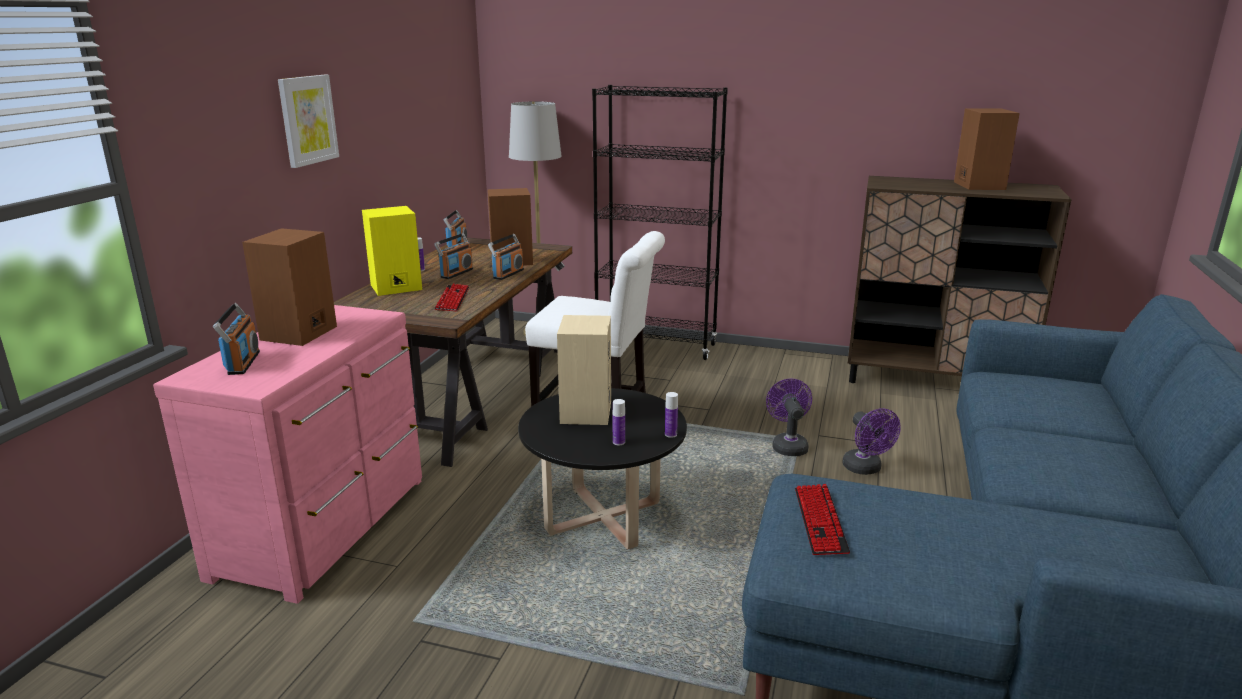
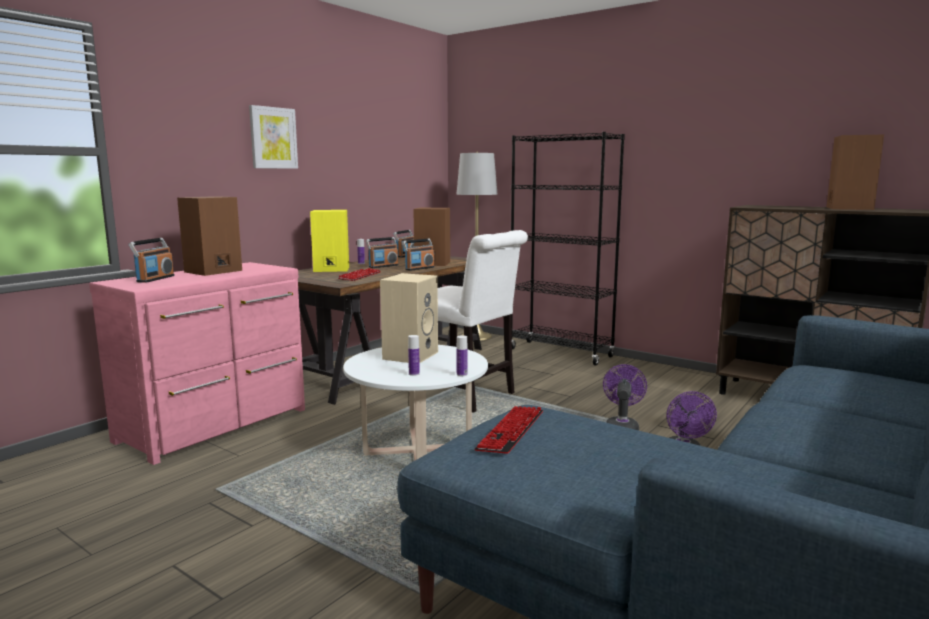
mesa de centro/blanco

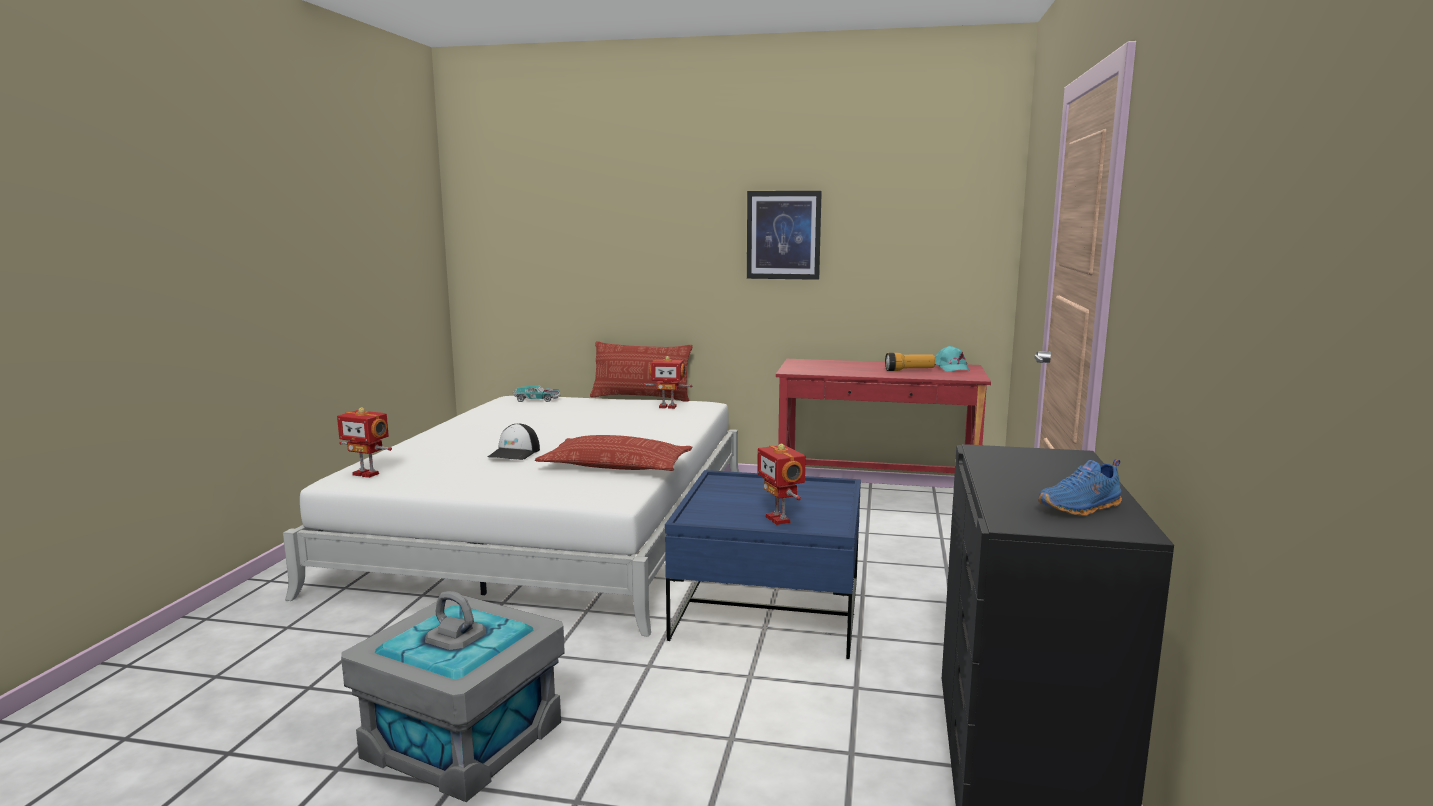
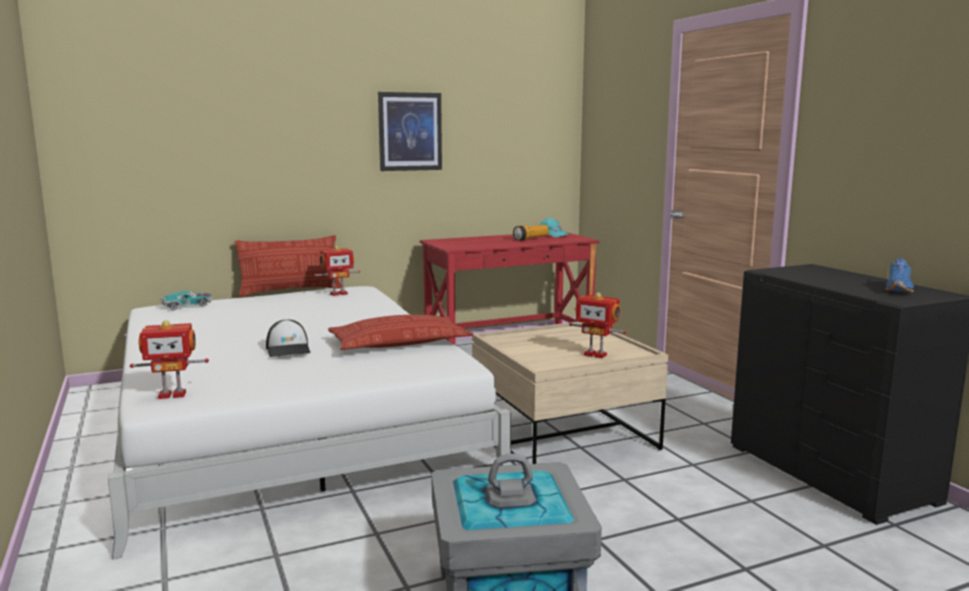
mesa de centro/beis

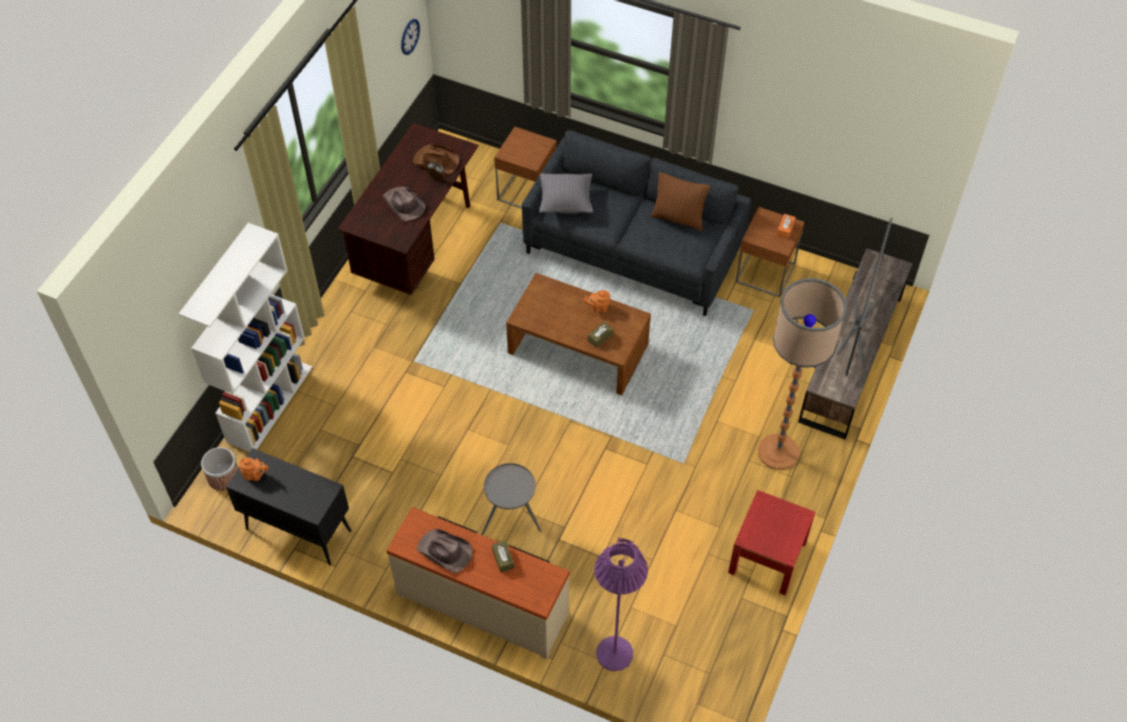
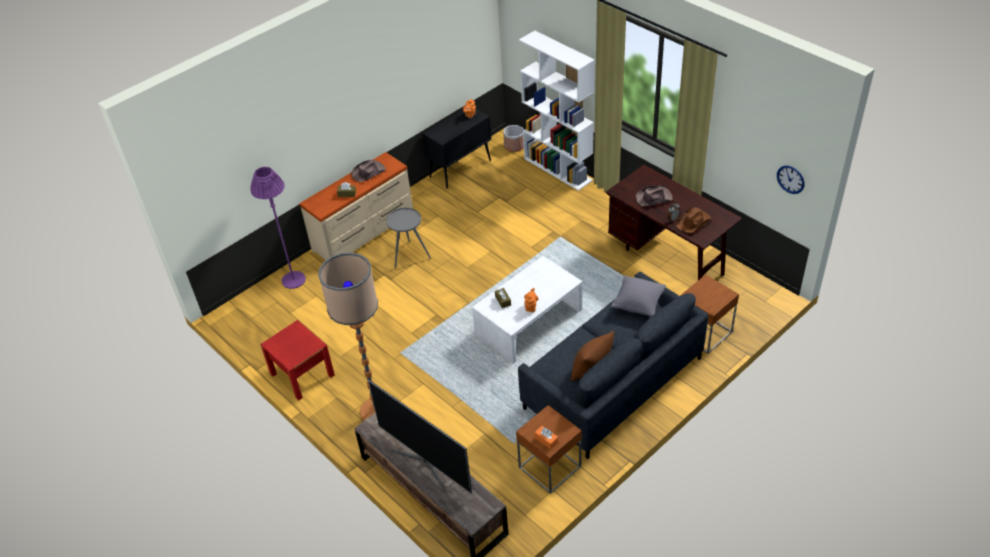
mesa de centro/blanco

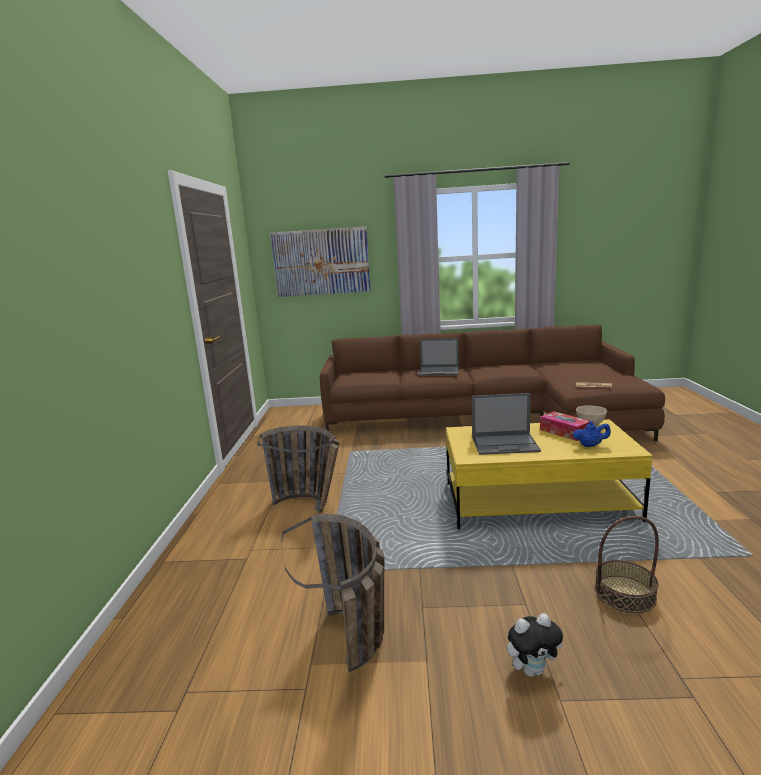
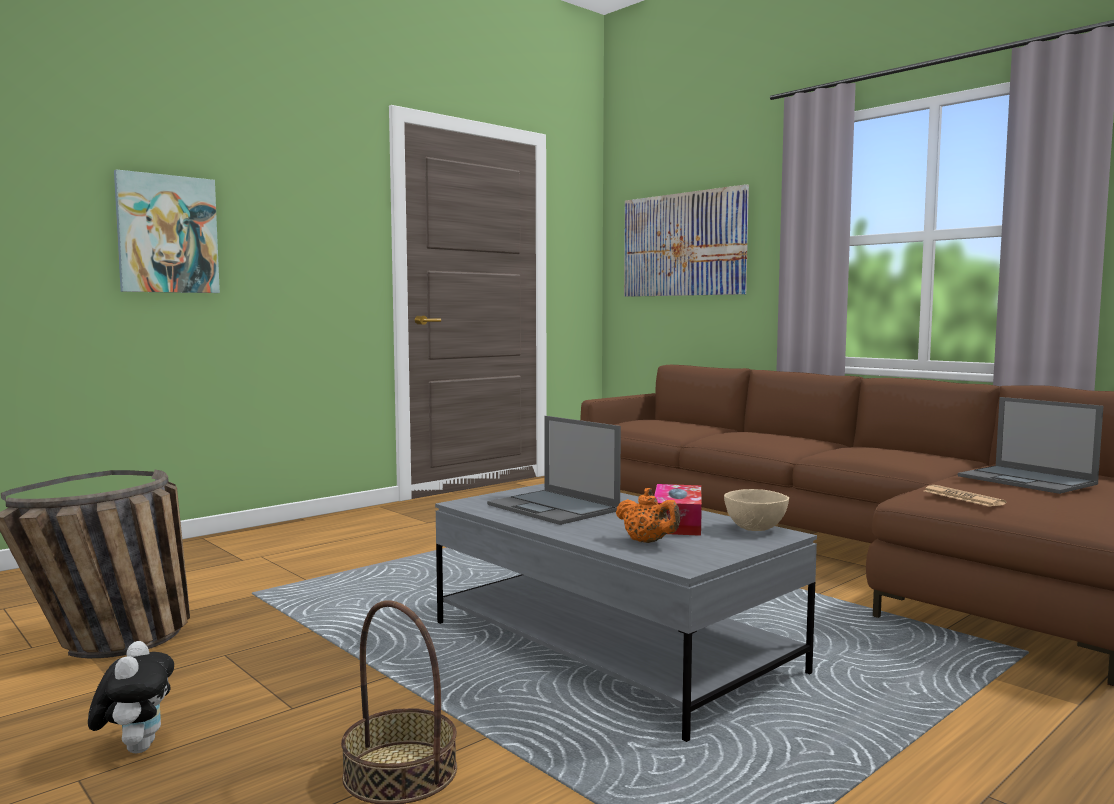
portátil (2nd from left)
mesa de centro/gris
tetera/naranja
cesta (1st from left in the first image)
peluche
cuadro (1st from left)

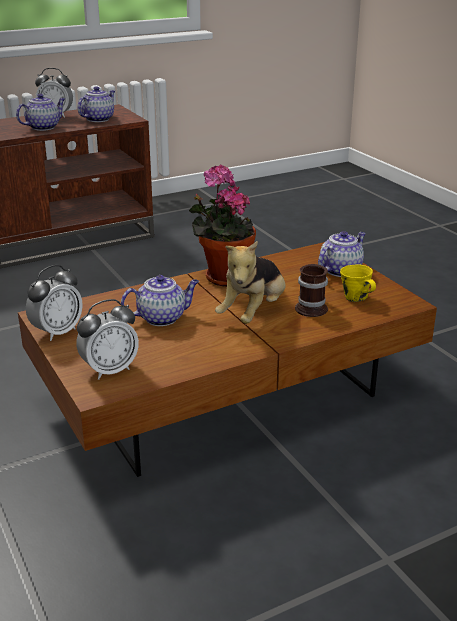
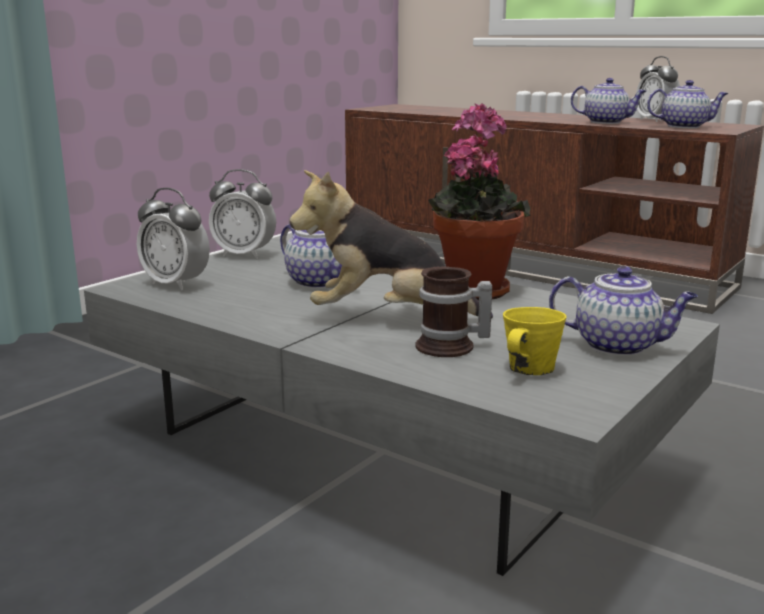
mesa de centro/gris

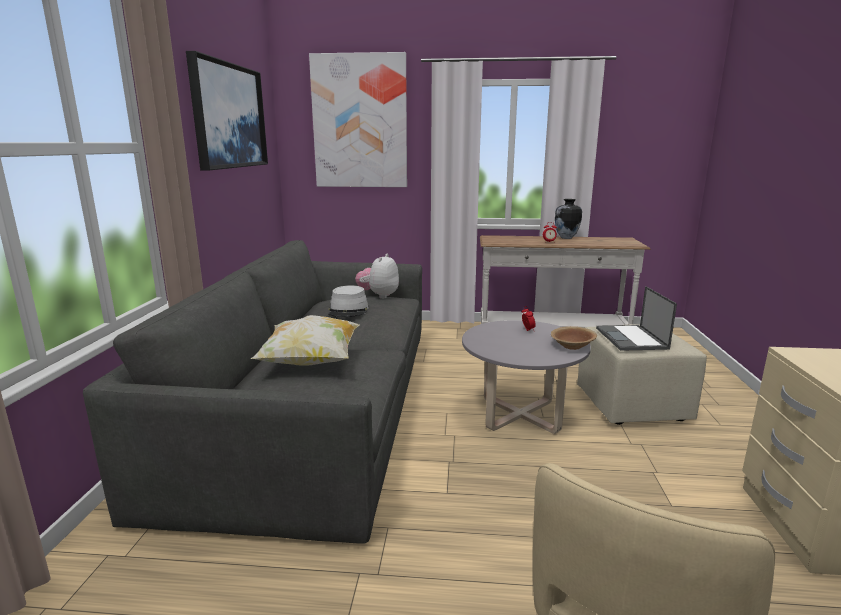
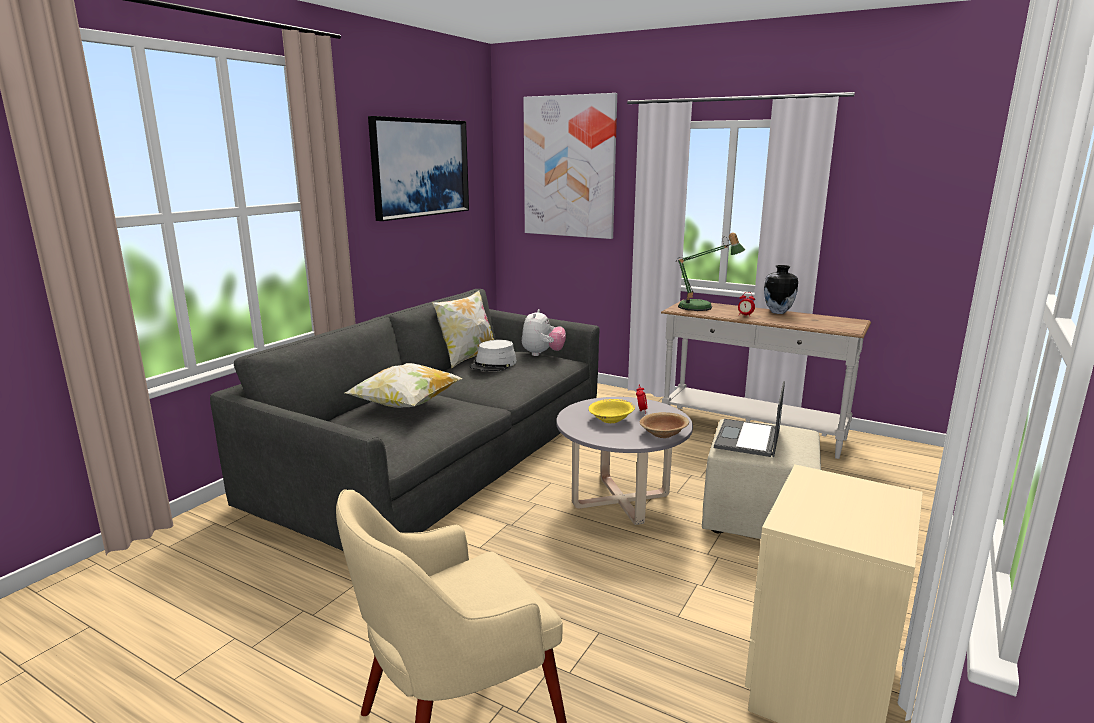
peluche
lámpara de mesa
cojín (2nd from left)
cuenco/amarillo

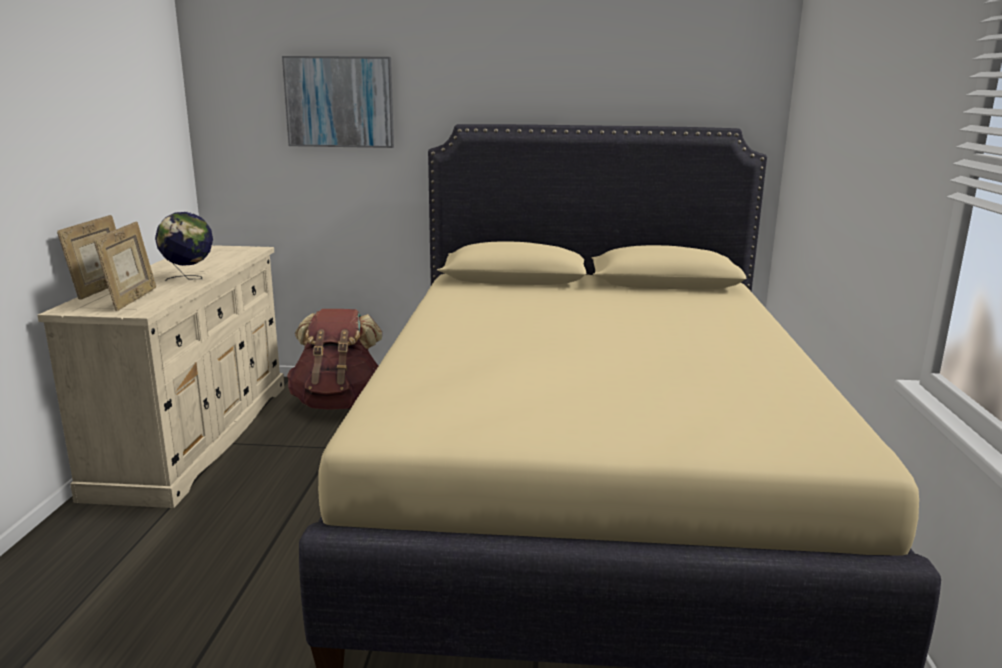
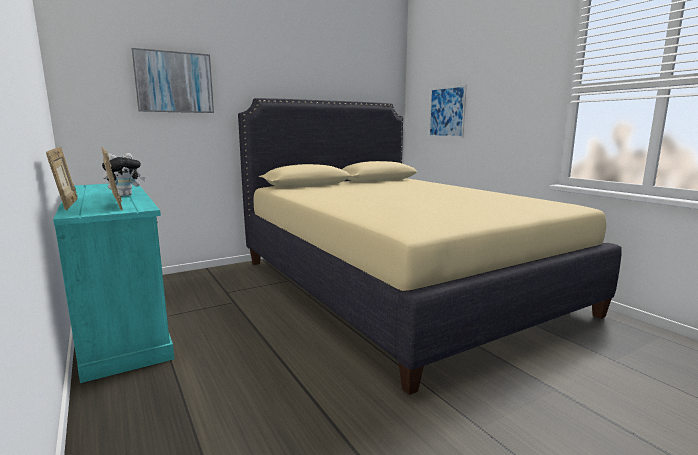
peluche
cómoda/turquesa
mochila/marrón
cuadro (2nd from left)

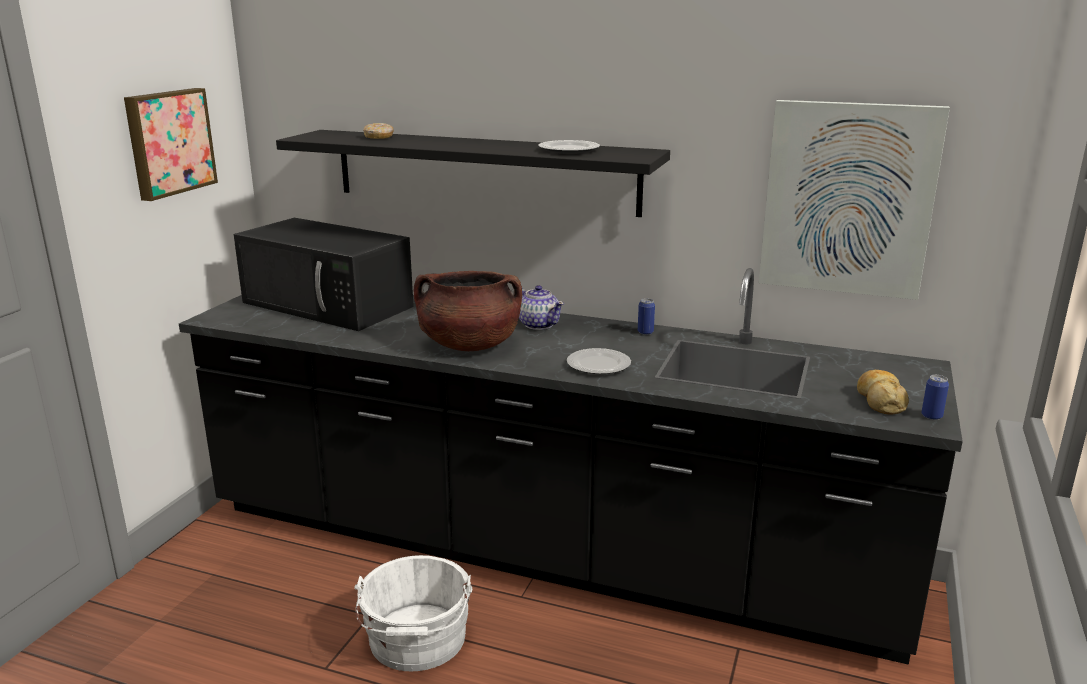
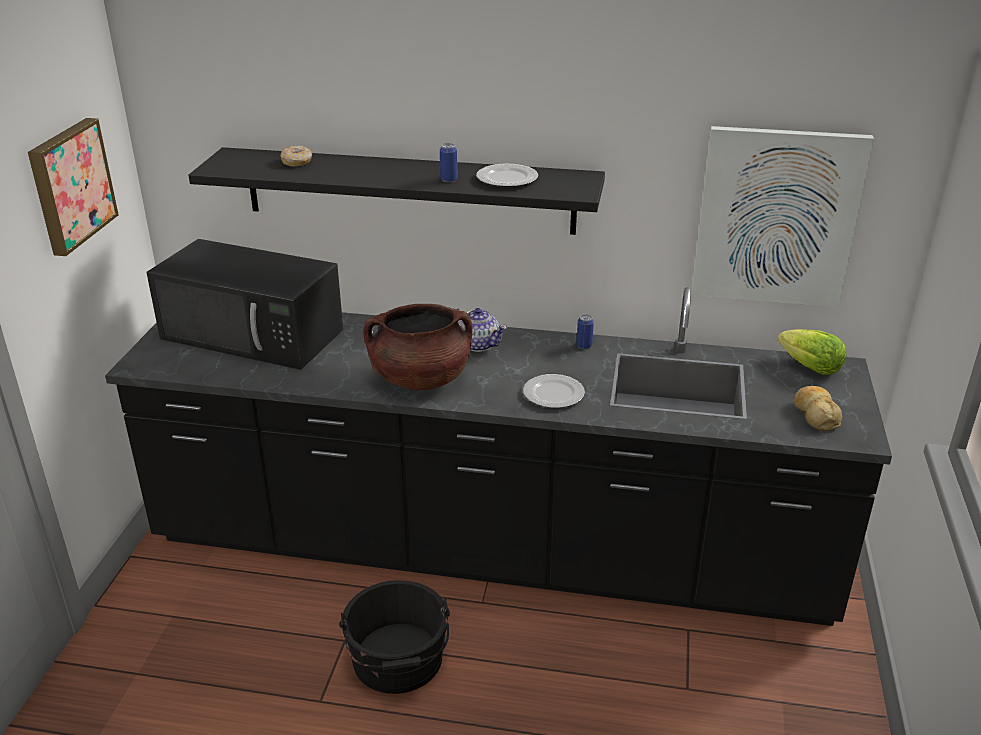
lata (1st from left)
cubo/negro
lechuga

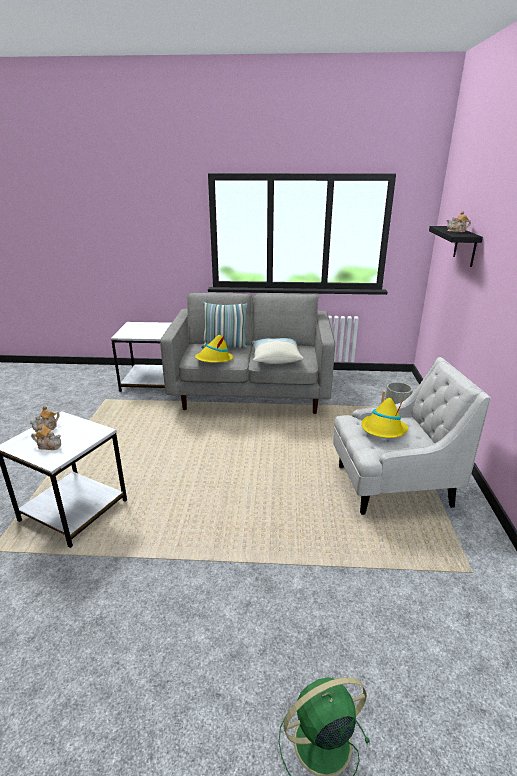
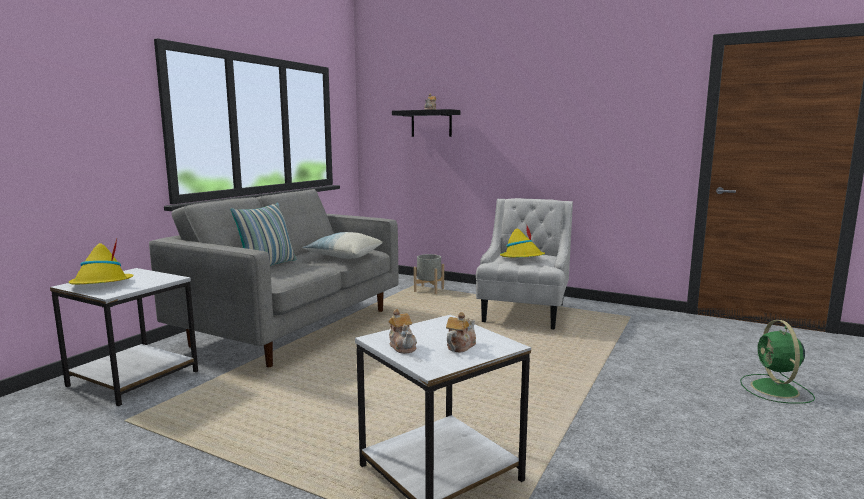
sombrero/amarillo (1st from left)

